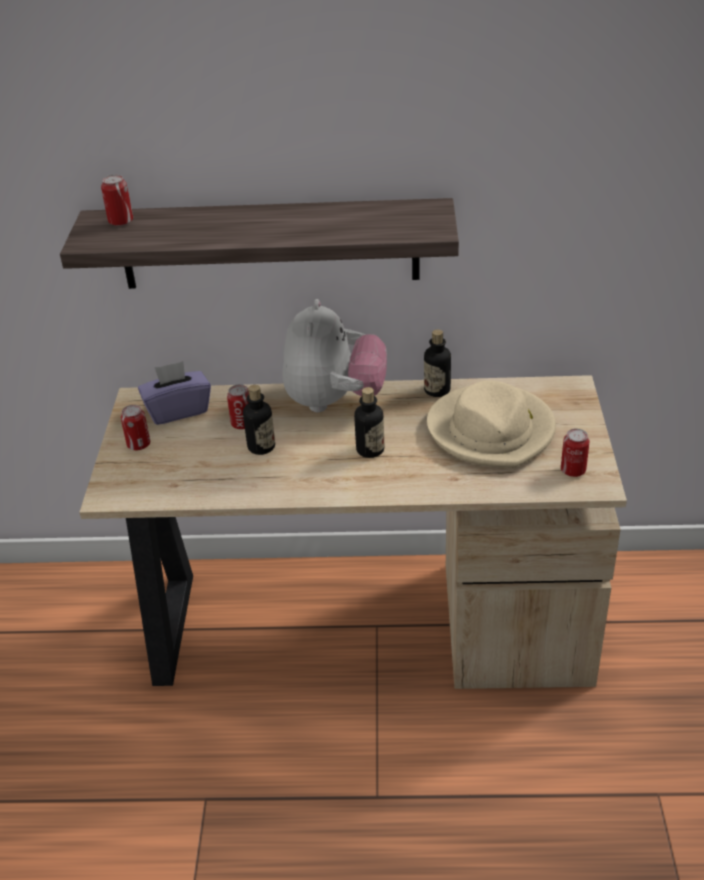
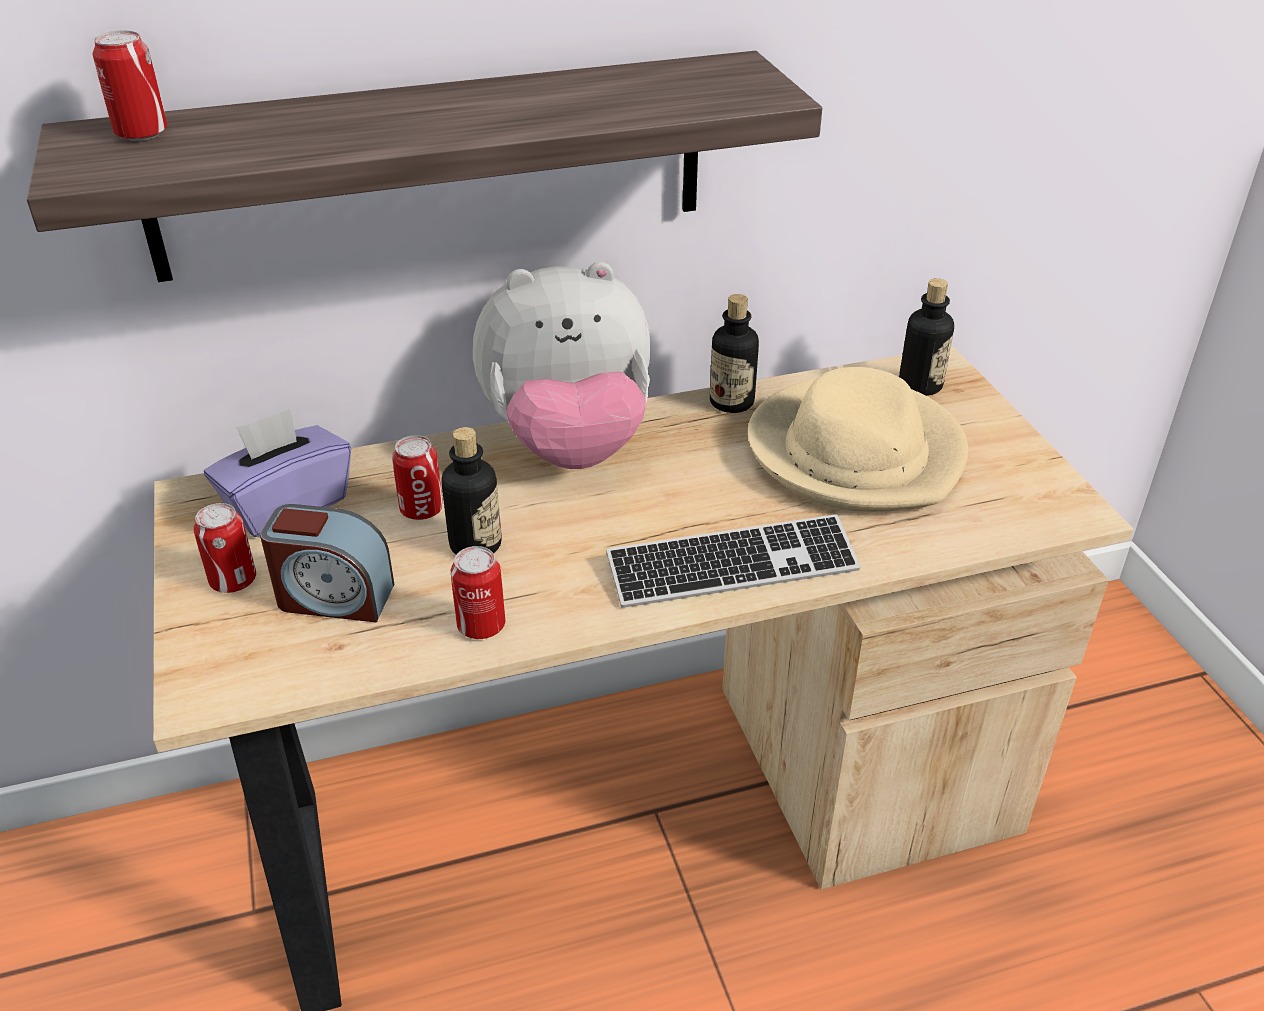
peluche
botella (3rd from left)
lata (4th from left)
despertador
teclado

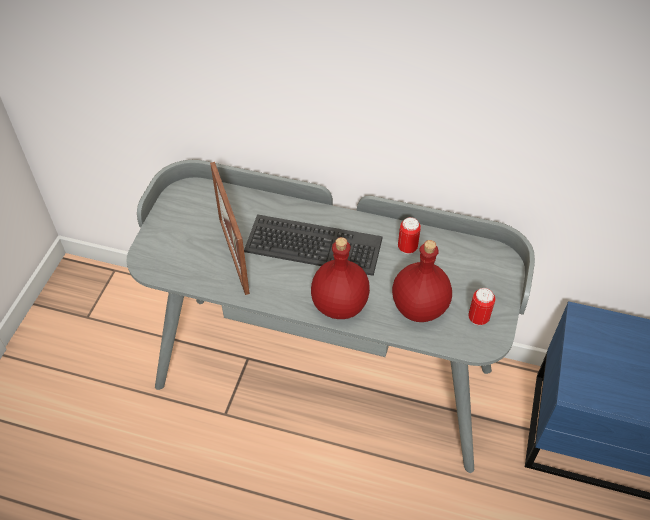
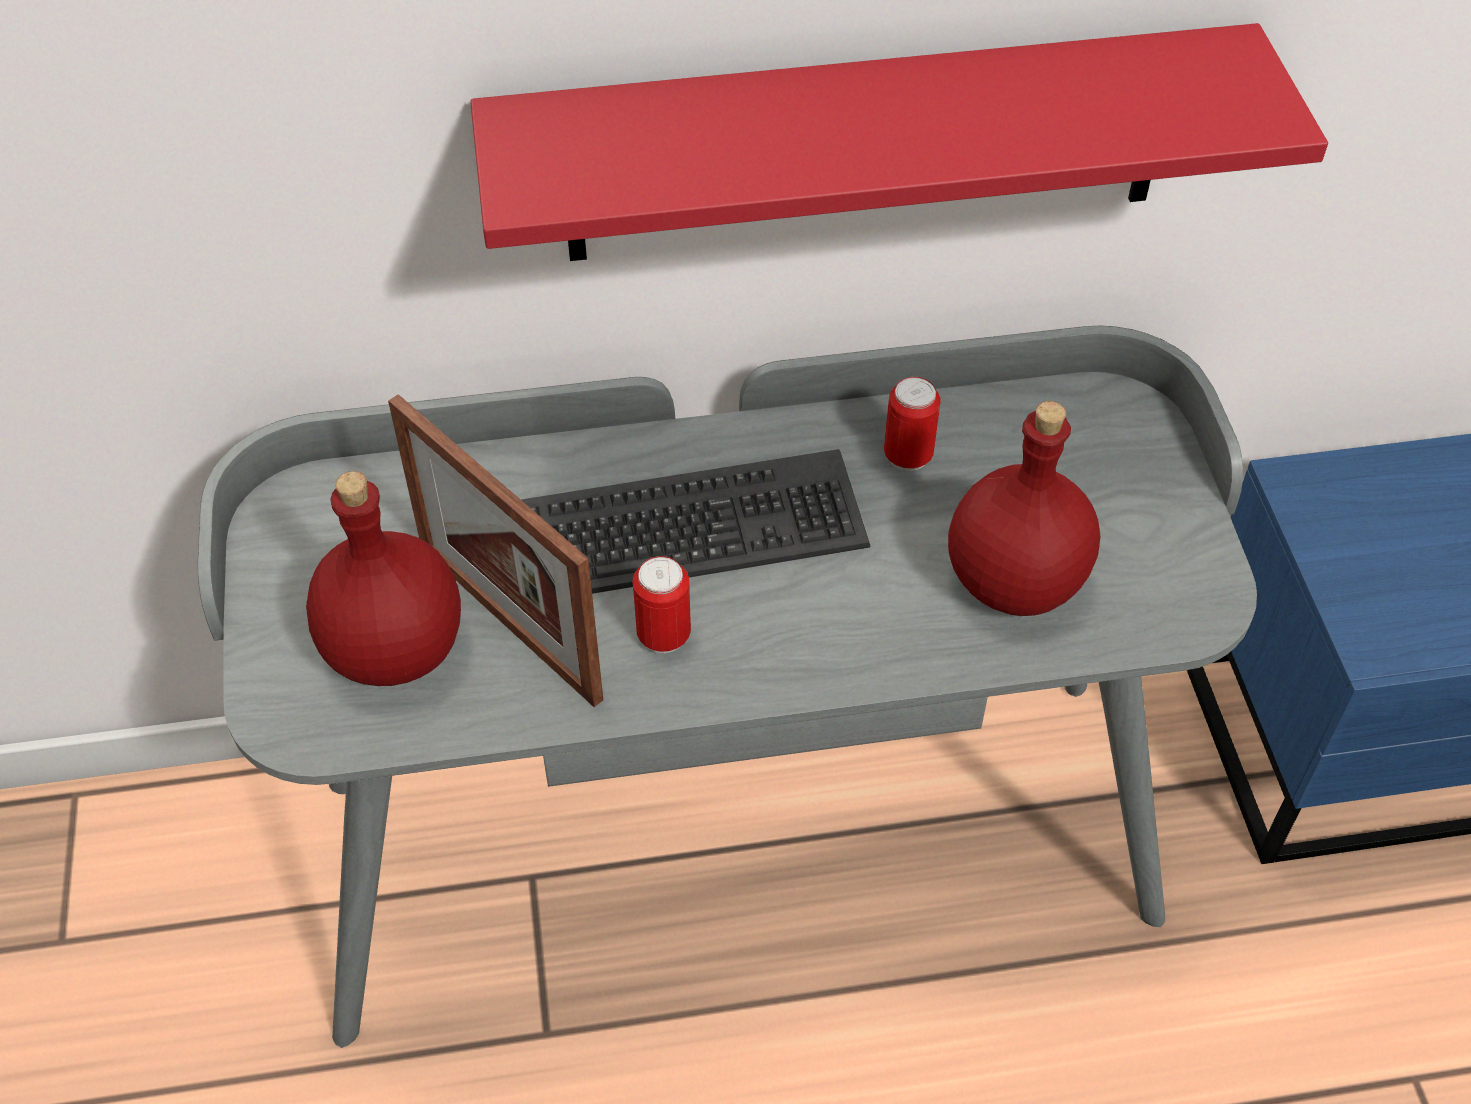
botella/rojo (1st from left)
lata (1st from left)
estante/rojo

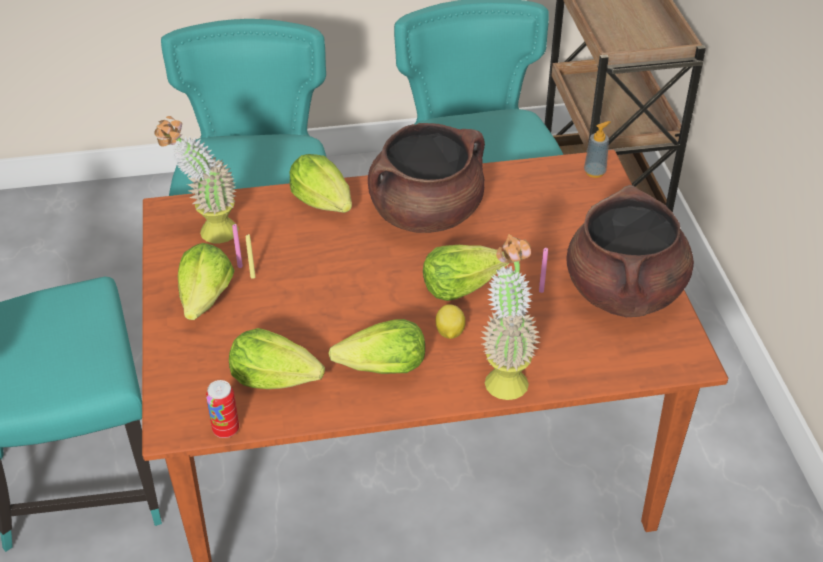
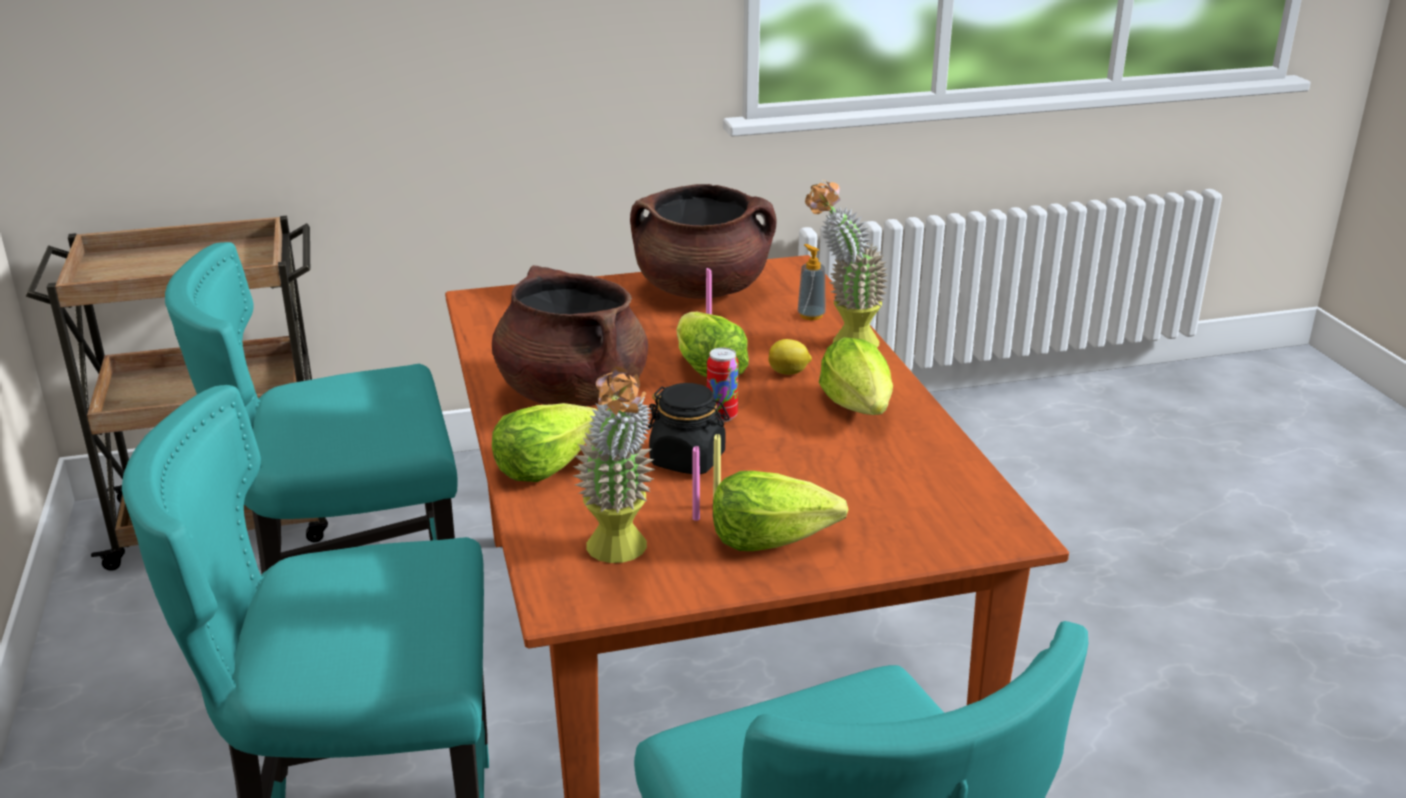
dispensador de jabón
lechuga (2nd from left in the first image)
lata
tarro/negro

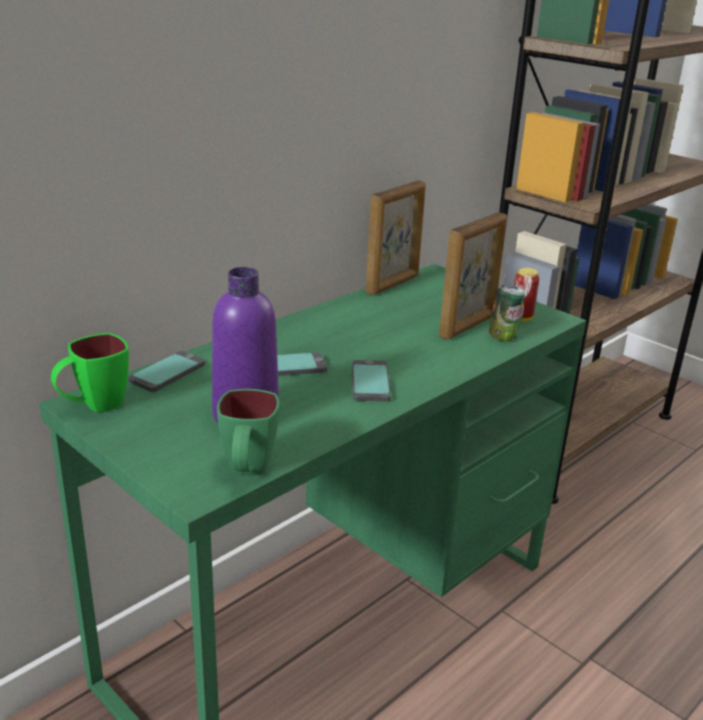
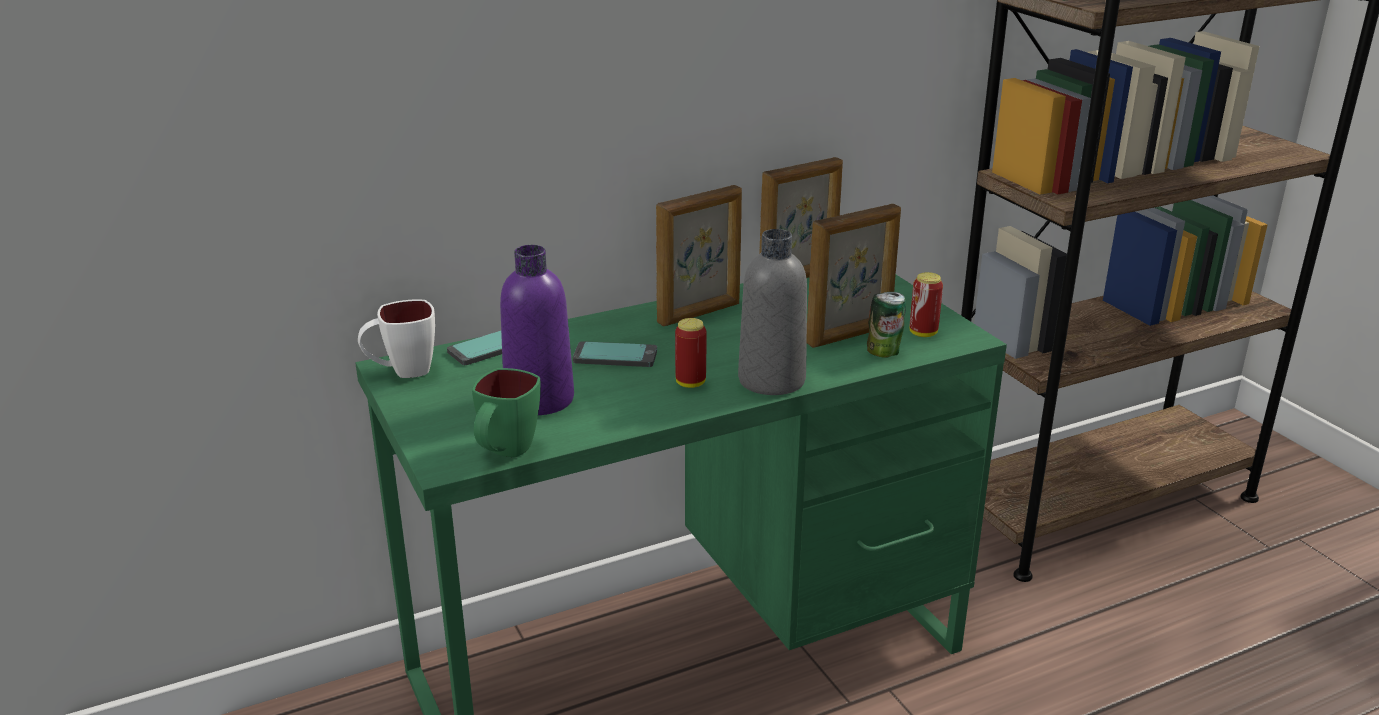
taza grande/blanco
lata (1st from left)
portarretratos (1st from left)
botella/gris

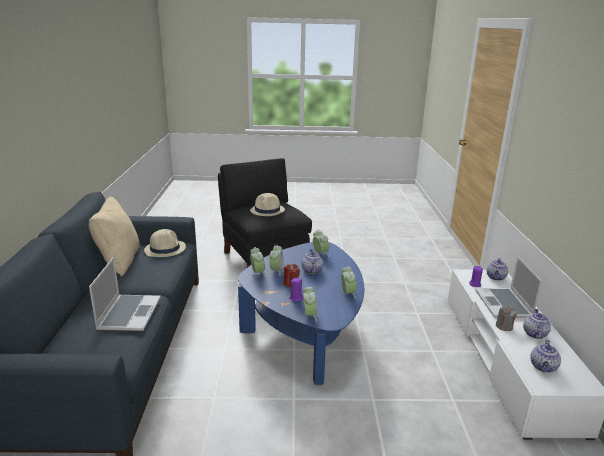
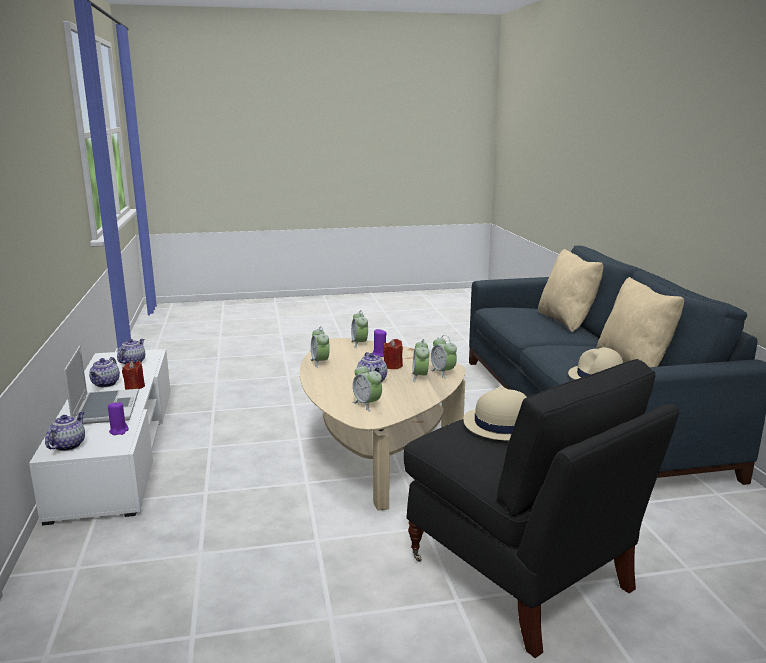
mesa de centro/beis
portátil (1st from left in the first image)
vela/rojo (1st from left)
cojín/beis (1st from left)

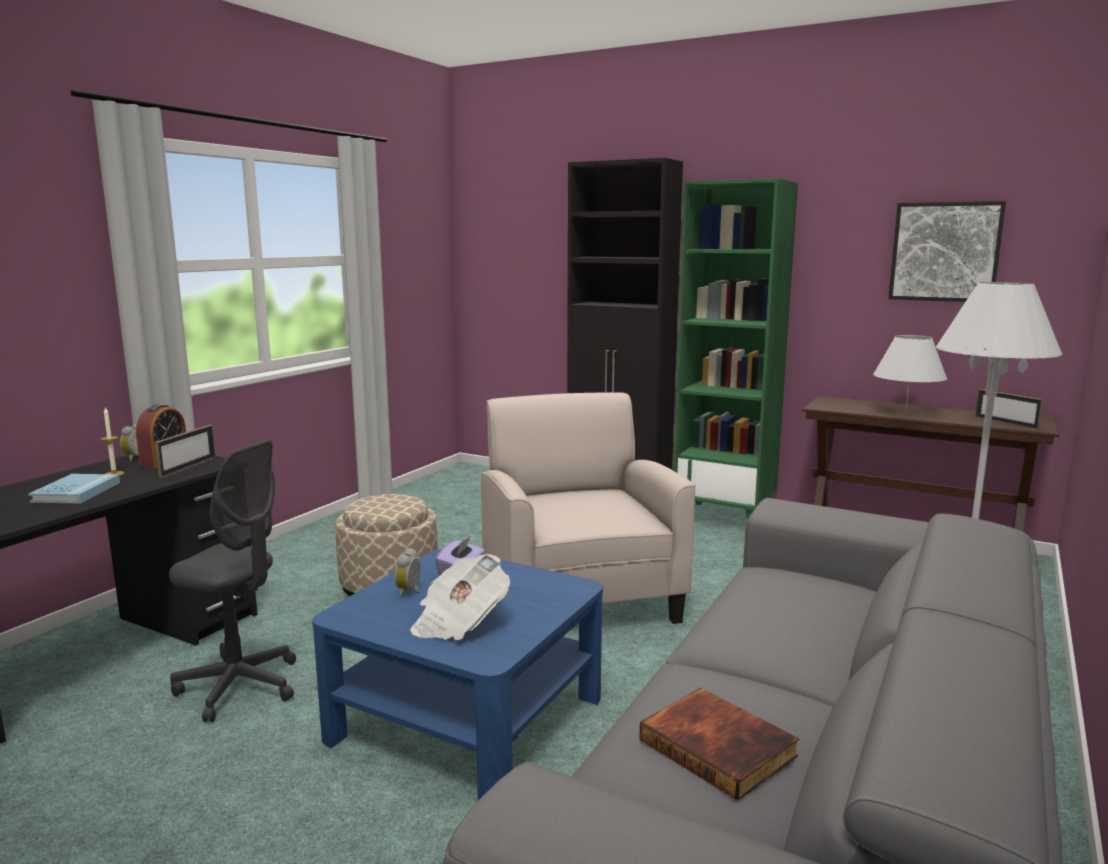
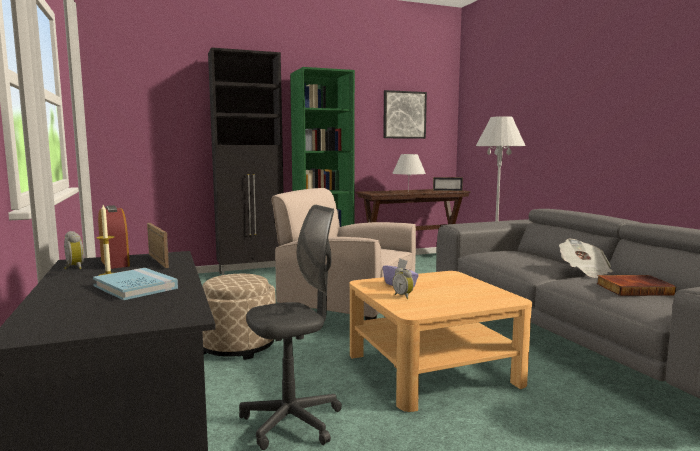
mesa de centro/beis
periódico

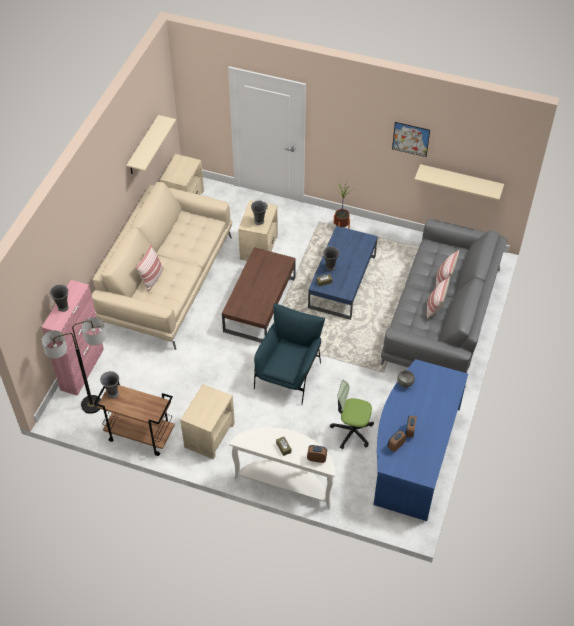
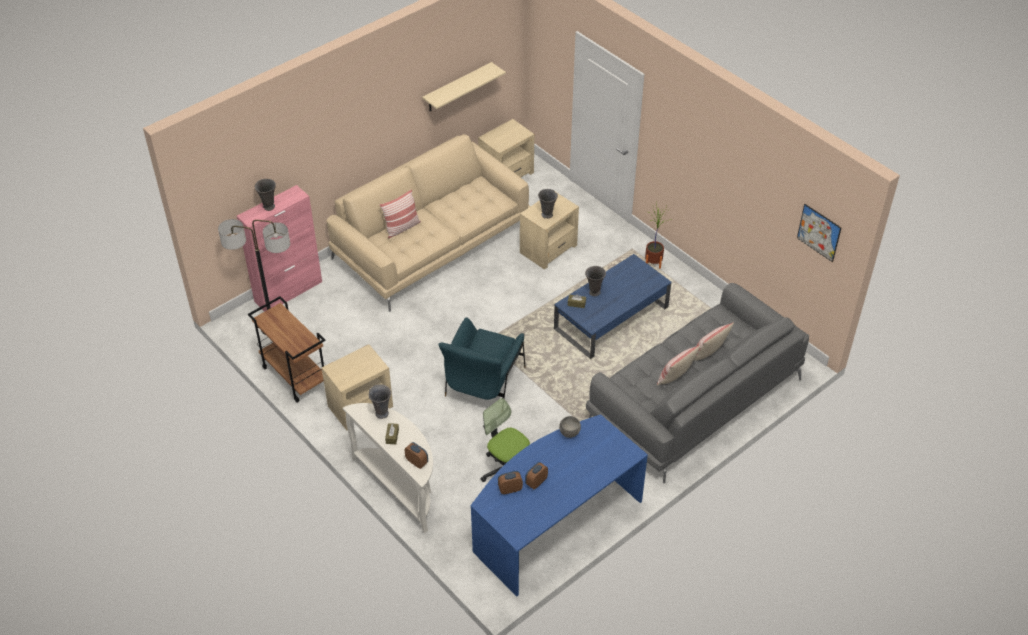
cuadro
estante/beis (2nd from left in the first image)
mesa de centro/marrón
sillón/azul
florero/gris (2nd from left)

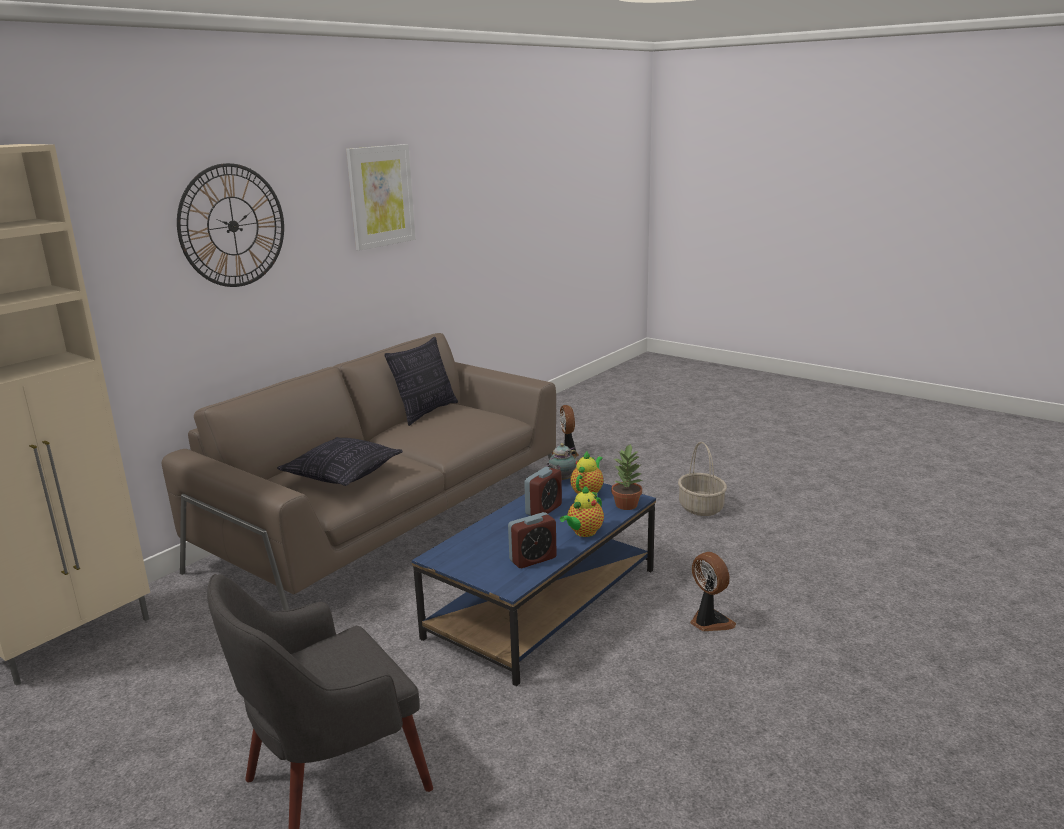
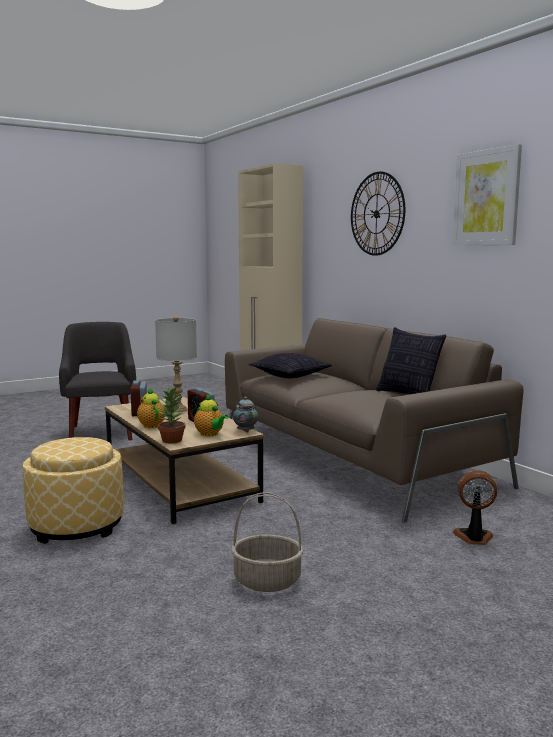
mesa de centro/marrón
puf
lámpara de mesa/gris

